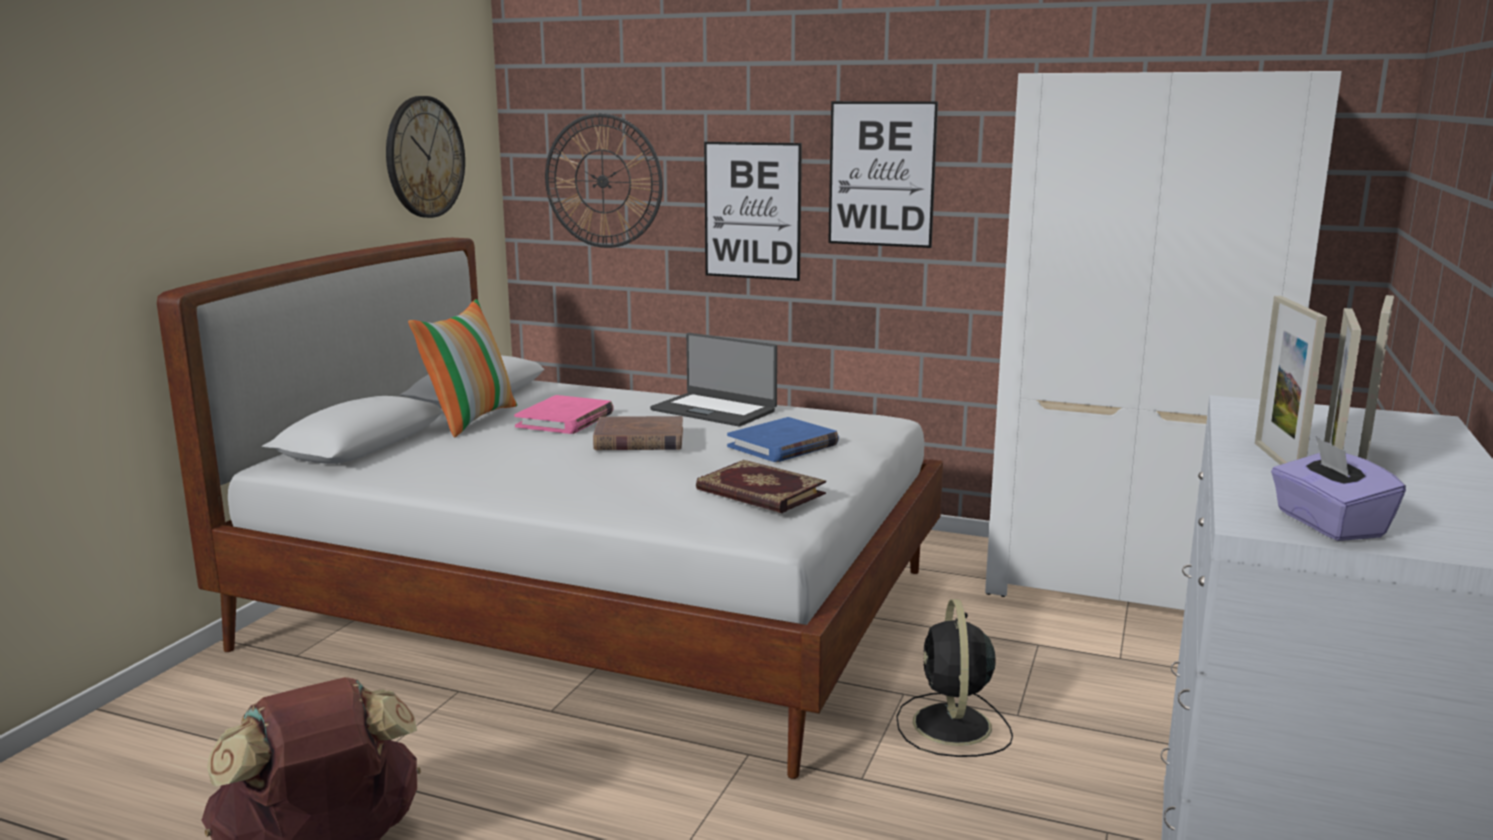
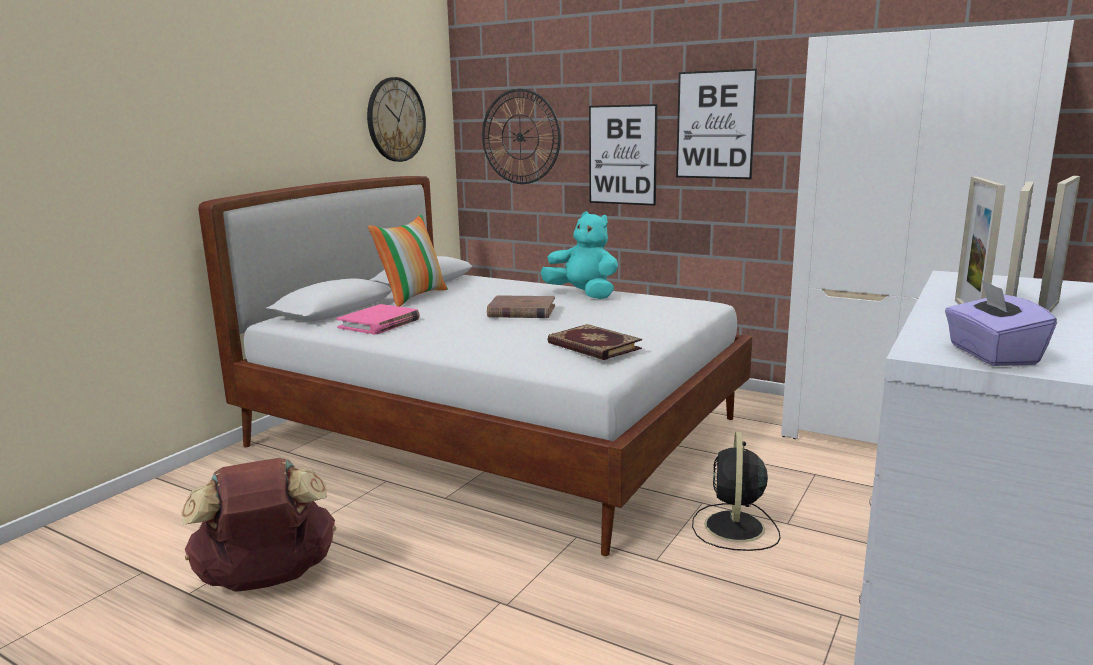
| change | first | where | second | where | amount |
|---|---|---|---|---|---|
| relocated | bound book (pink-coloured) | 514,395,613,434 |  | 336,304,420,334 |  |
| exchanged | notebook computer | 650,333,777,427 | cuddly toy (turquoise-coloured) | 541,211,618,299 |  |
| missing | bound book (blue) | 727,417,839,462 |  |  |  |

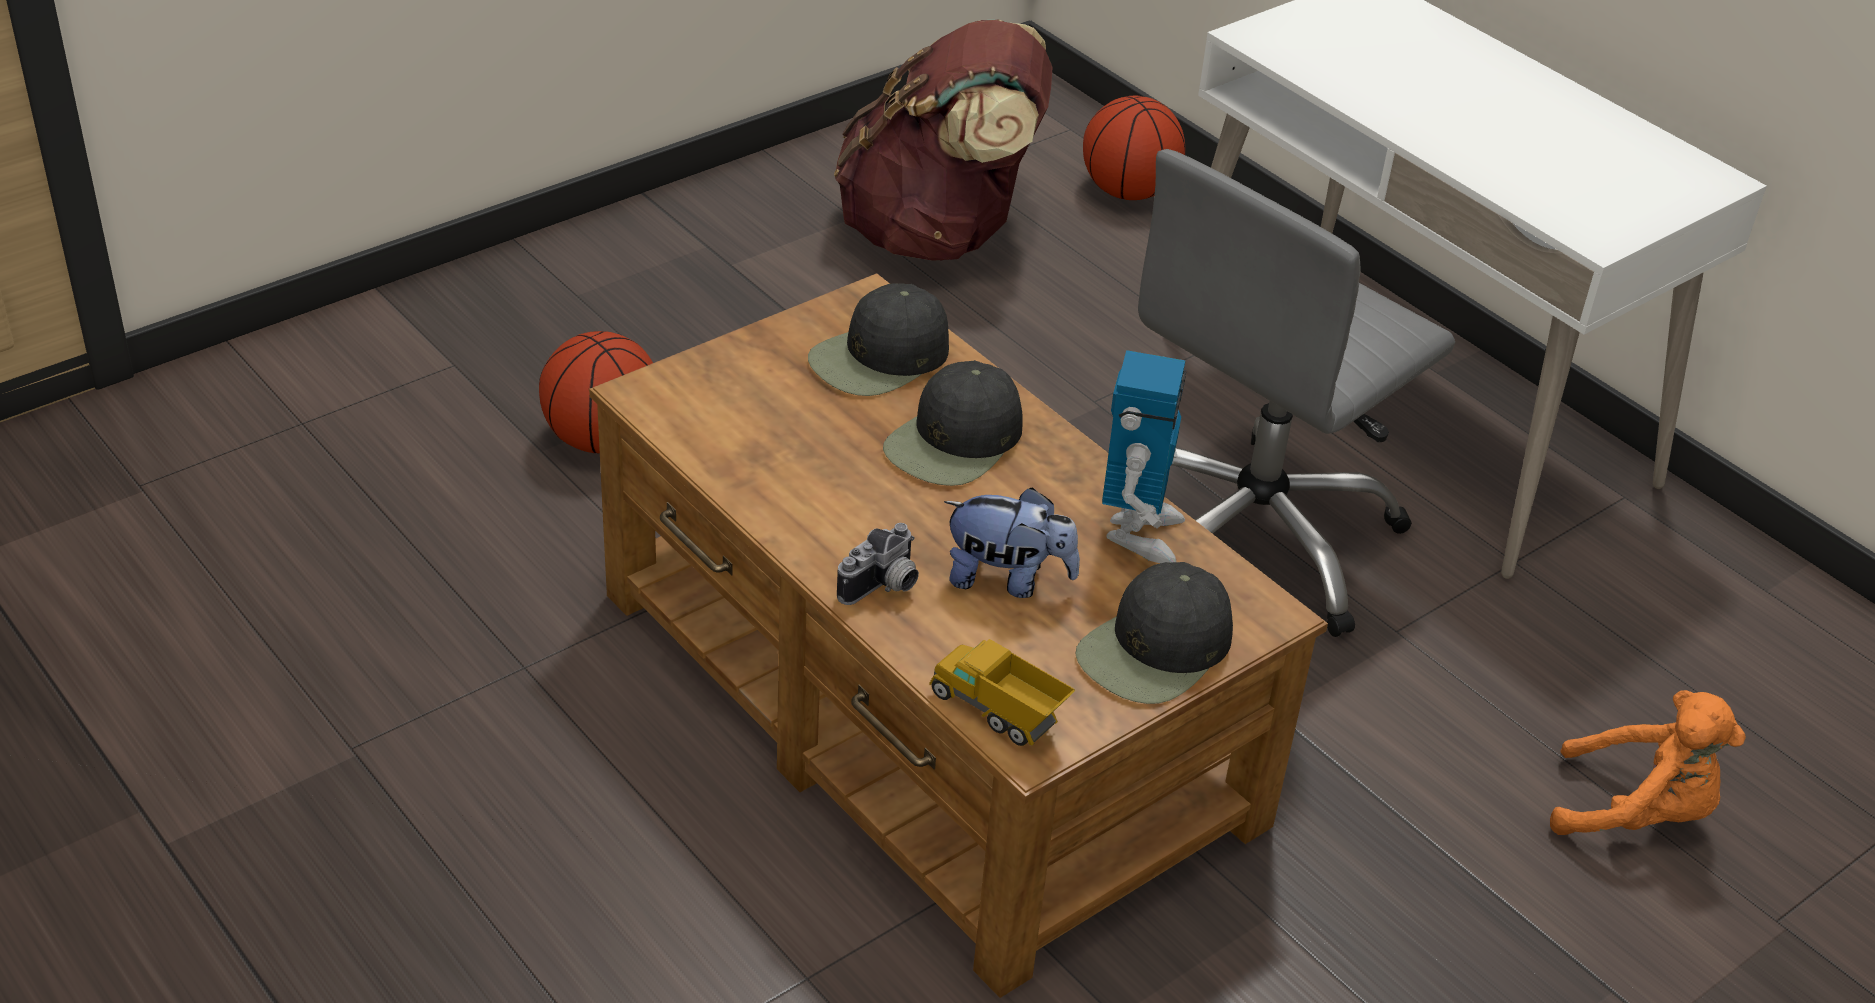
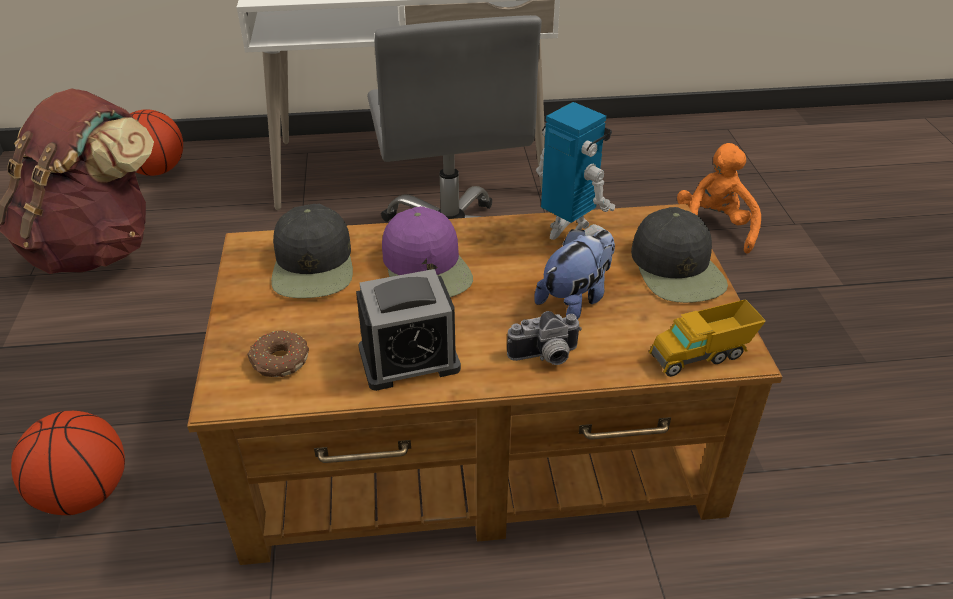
| change | first | where | second | where | amount |
|---|---|---|---|---|---|
| spun | still camera | 837,523,919,605 |  | 507,311,582,365 | 90 degrees clockwise |
| colour | peaked cap (black-coloured) | 883,360,1023,486 | peaked cap (purple-coloured) | 382,206,473,297 |  |
| spun | cuddly toy (orange-coloured) | 1550,690,1746,835 |  | 677,143,761,254 | 45 degrees counterclockwise |
| appeared |  |  | donut | 247,330,309,377 |  |
| appeared |  |  | bedside clock | 356,269,461,391 |  |

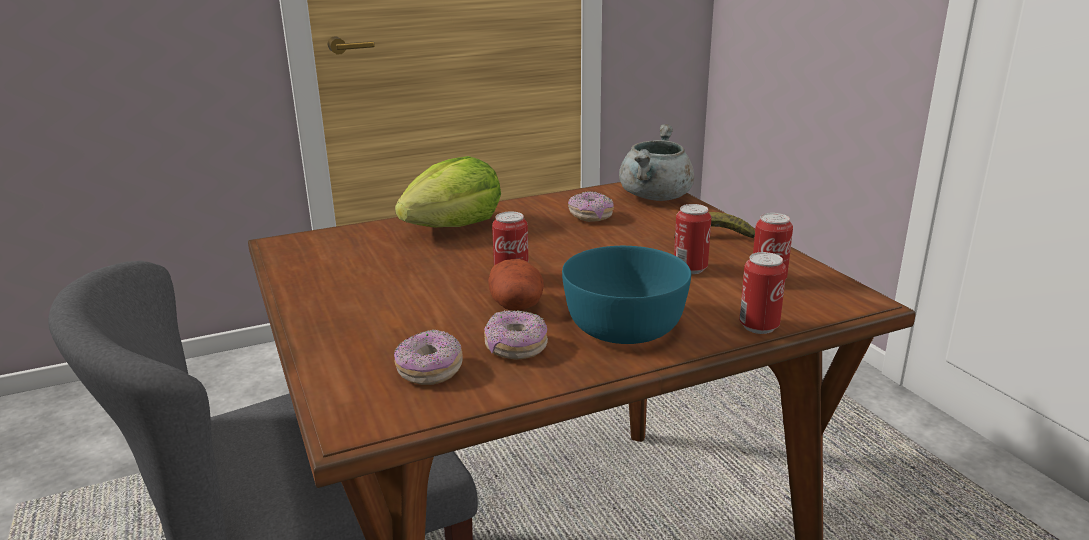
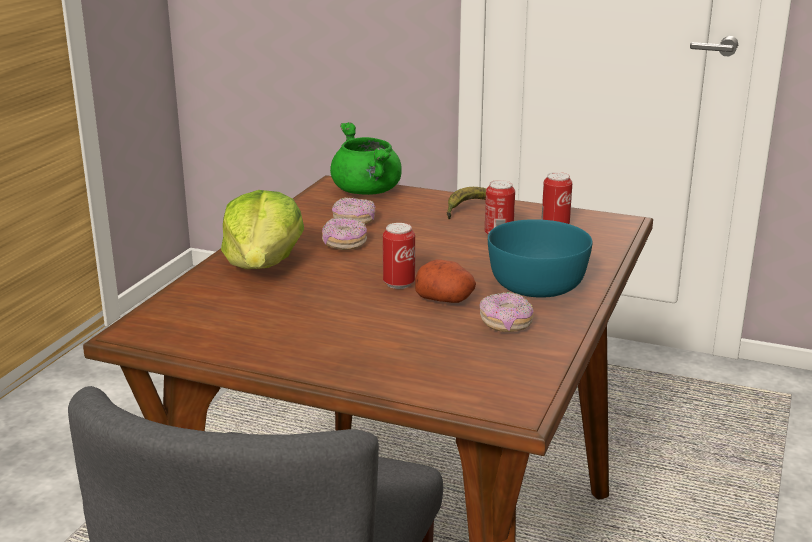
| change | first | where | second | where | amount |
|---|---|---|---|---|---|
| relocated | donut | 394,329,462,385 |  | 322,218,367,250 |  |
| colour | saucepot (greyish) | 619,124,694,201 | saucepot (greenish) | 330,122,402,195 |  |
| missing | sealed can | 739,252,786,334 |  |  |  |

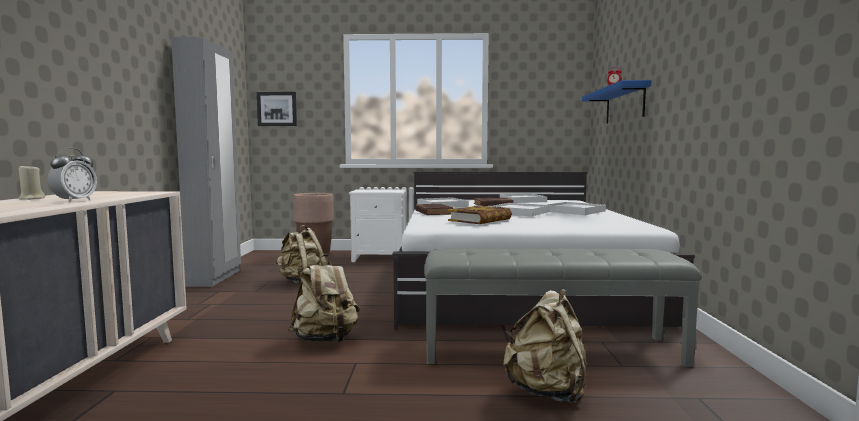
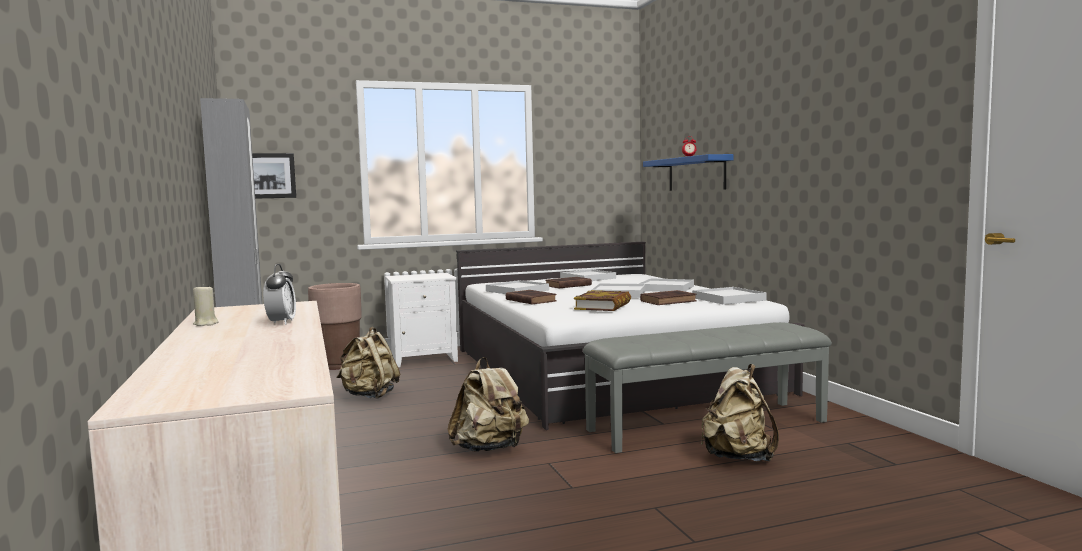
| change | first | where | second | where | amount |
|---|---|---|---|---|---|
| appeared |  |  | bound book (brownish) | 640,290,697,305 |  |
| appeared |  |  | serving tray (whitish) | 692,287,767,305 |  |

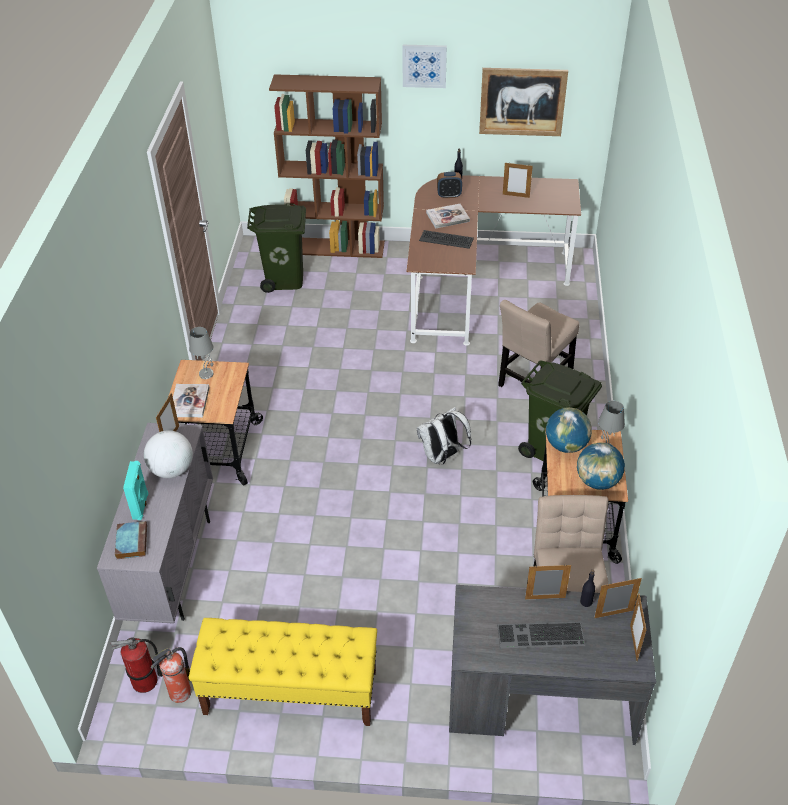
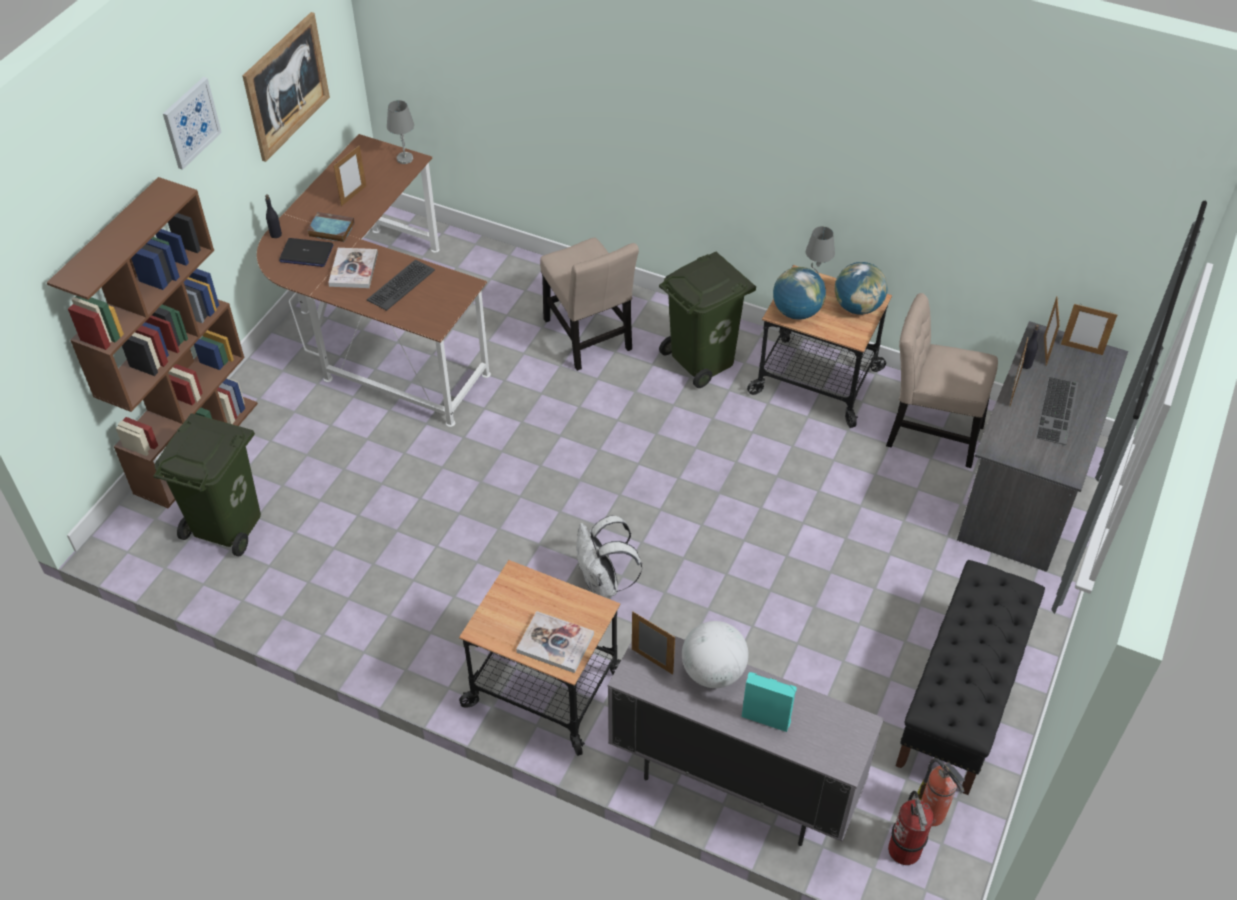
| change | first | where | second | where | amount |
|---|---|---|---|---|---|
| relocated | bound book | 115,521,147,559 |  | 307,212,354,242 |  |
| relocated | table lamp (greyish) | 189,327,214,379 |  | 387,100,414,164 |  |
| colour | bench (yellow) | 189,618,377,726 | bench (black-coloured) | 896,560,1045,795 |  |
| relocated | rucksack (whitish) | 417,407,471,465 |  | 576,515,642,598 |  |
| exchanged | bedside clock | 437,172,462,198 | notebook computer | 279,238,333,267 |  |

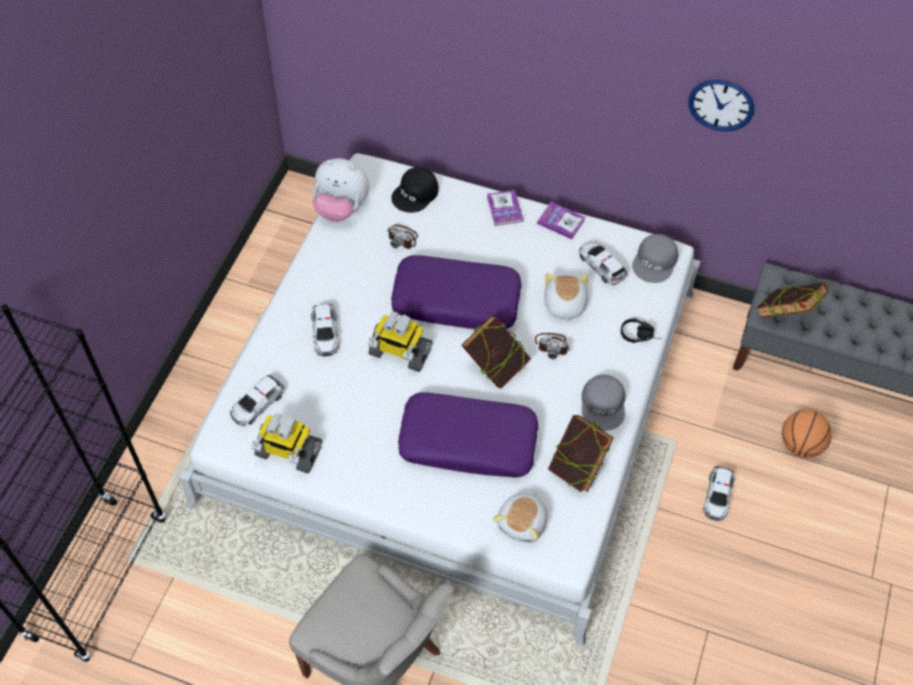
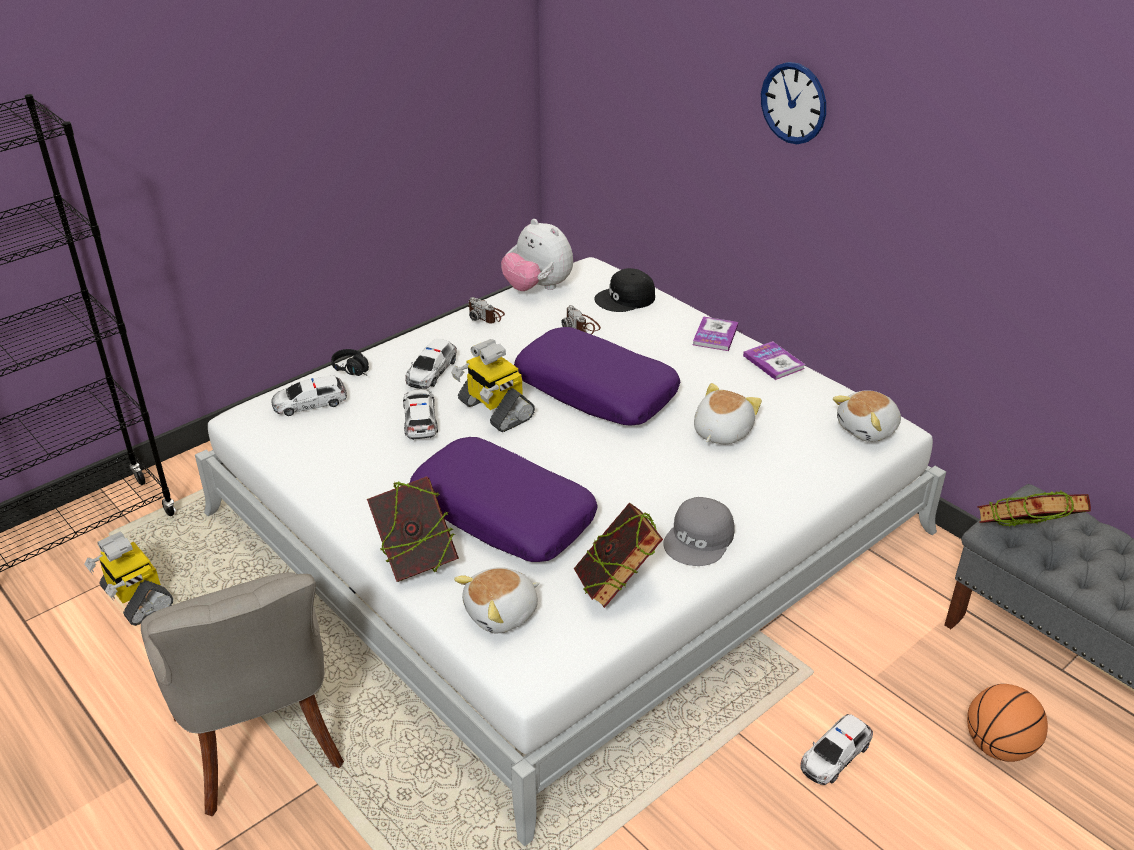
| change | first | where | second | where | amount |
|---|---|---|---|---|---|
| relocated | toy robot | 251,413,322,474 |  | 84,532,173,626 |  |
| relocated | bound book | 461,315,531,388 |  | 367,477,459,582 |  |
| relocated | still camera | 535,333,571,359 |  | 467,297,505,324 |  |
| relocated | miniature car | 579,241,627,285 |  | 403,389,438,440 |  |
| relocated | headset (black-coloured) | 621,318,662,343 |  | 331,349,369,376 |  |
| exchanged | peaked cap (greyish) | 632,234,678,283 | cuddly toy | 833,390,901,442 |  |
| relocated | clock on the wall | 688,80,754,132 |  | 761,62,826,144 |  |

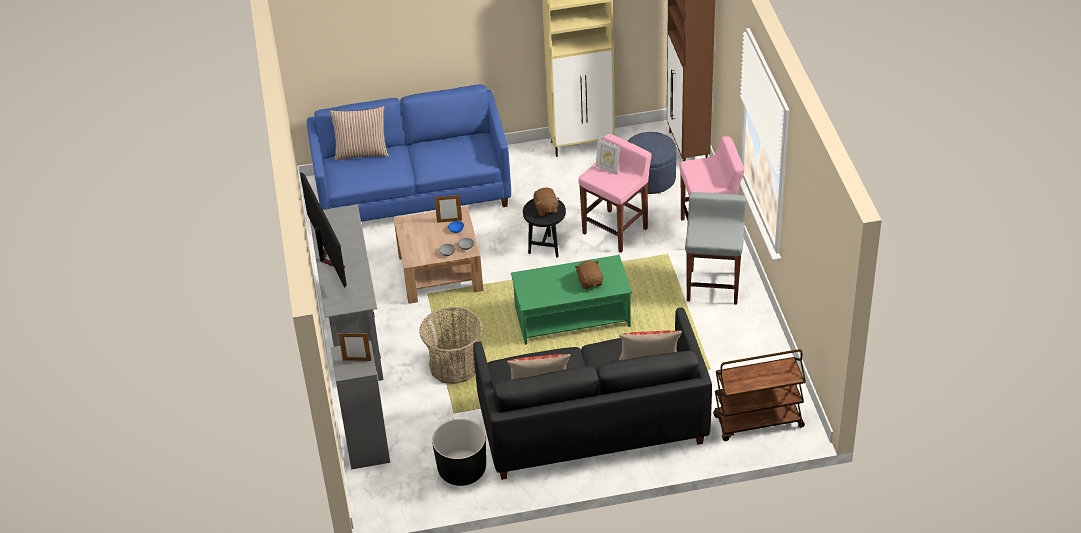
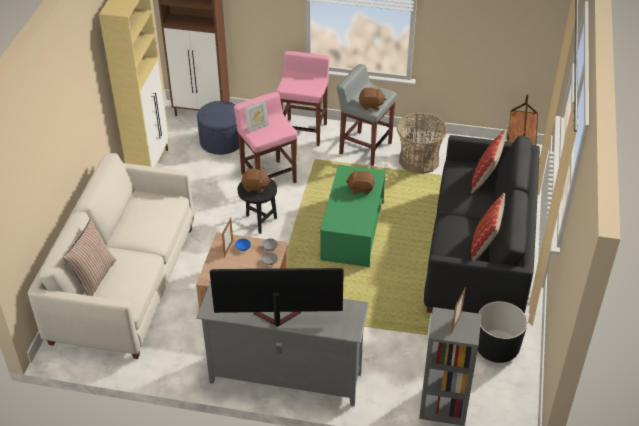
| change | first | where | second | where | amount |
|---|---|---|---|---|---|
| colour | couch (blue) | 307,84,511,222 | couch (whitish) | 28,153,194,359 |  |
| relocated | household basket | 419,307,483,384 |  | 396,112,447,174 |  |
| appeared |  |  | cuddly toy (brownish) | 358,87,386,110 |  |

